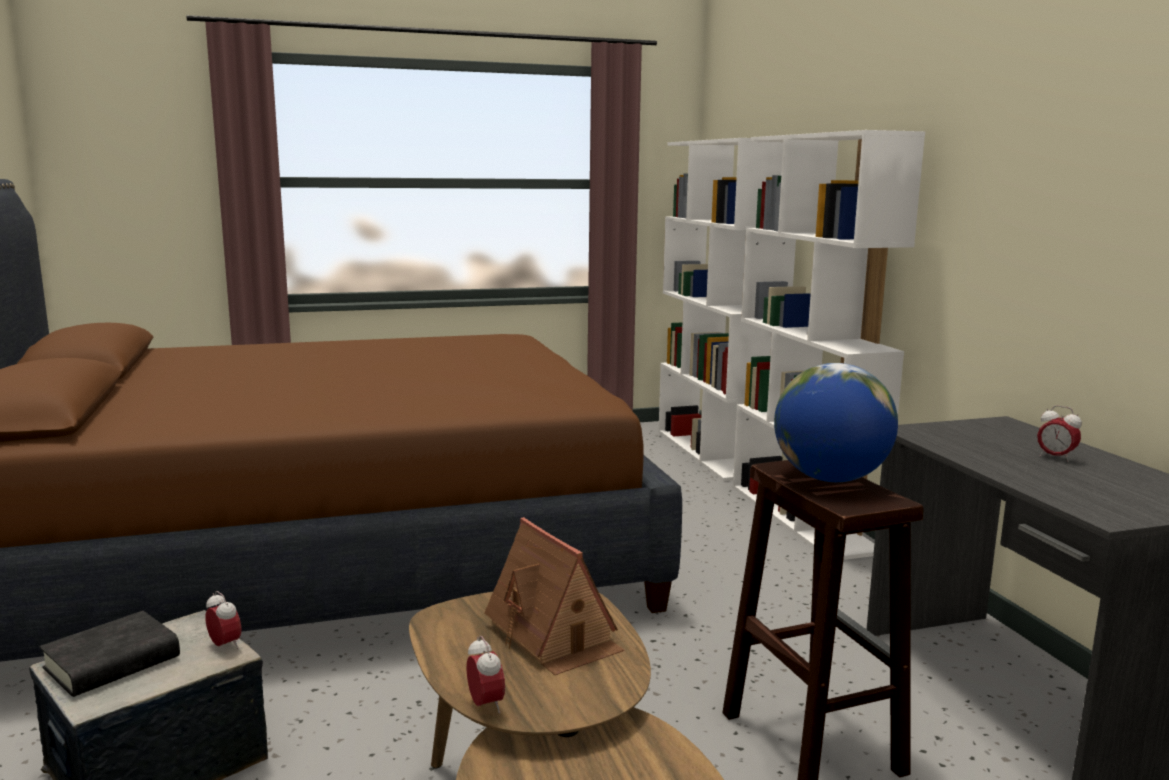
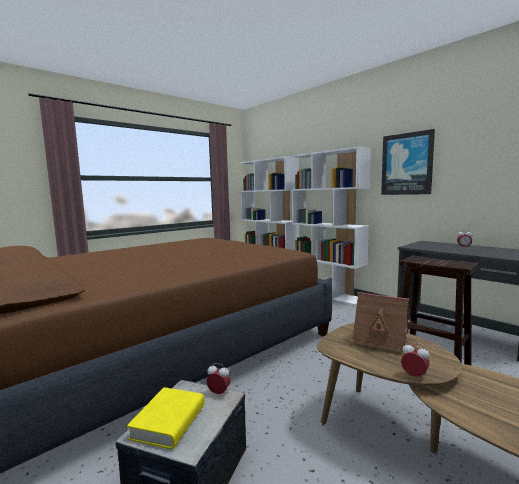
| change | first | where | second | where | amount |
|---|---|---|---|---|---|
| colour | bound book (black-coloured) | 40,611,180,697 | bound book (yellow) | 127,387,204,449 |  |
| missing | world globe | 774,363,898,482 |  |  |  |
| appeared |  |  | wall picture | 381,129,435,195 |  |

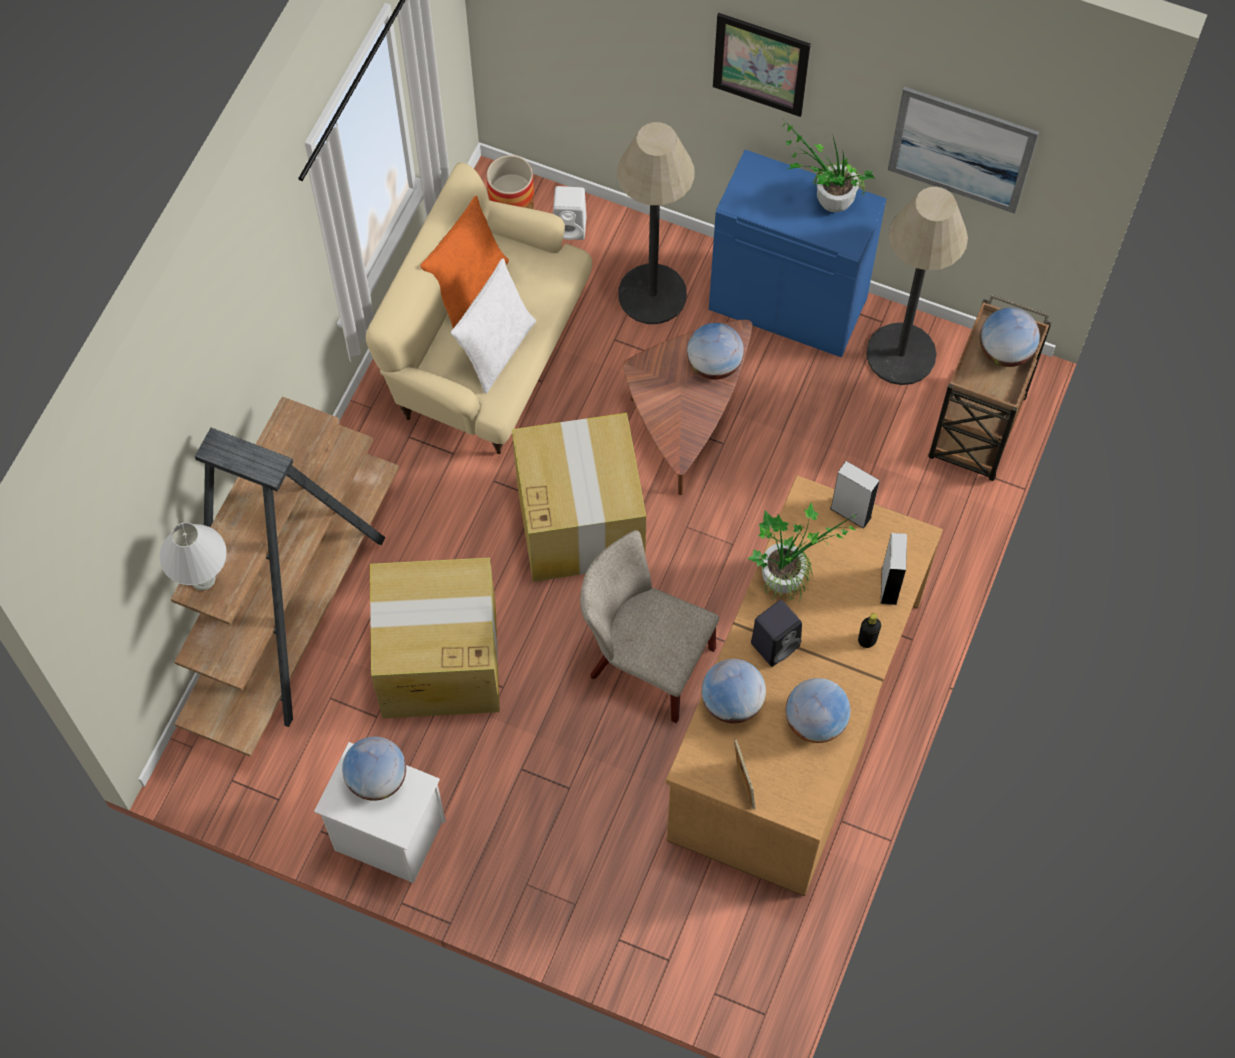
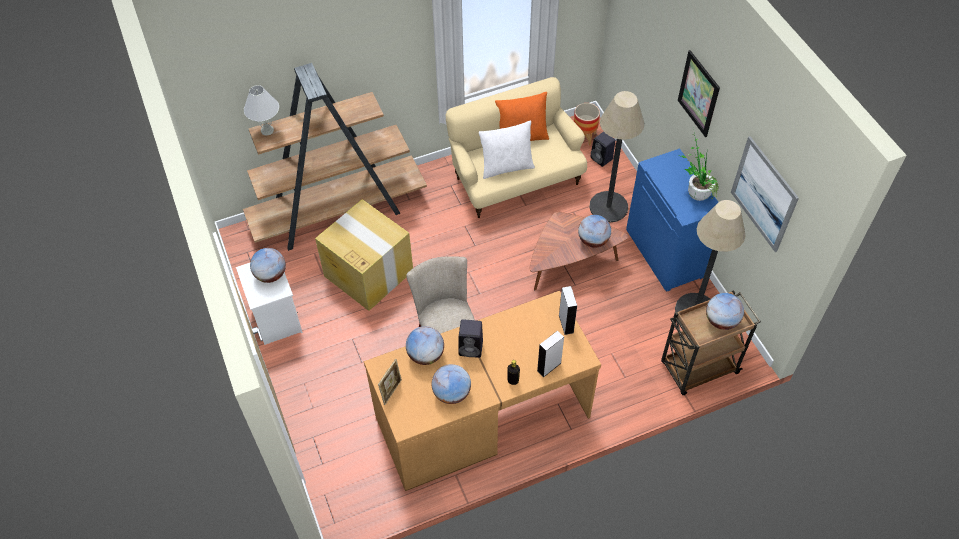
| change | first | where | second | where | amount |
|---|---|---|---|---|---|
| missing | packing box | 512,413,646,582 |  |  |  |
| colour | speaker (whitish) | 553,186,586,240 | speaker (black-coloured) | 590,132,615,167 |  |
| missing | plant in a pot | 747,502,862,602 |  |  |  |

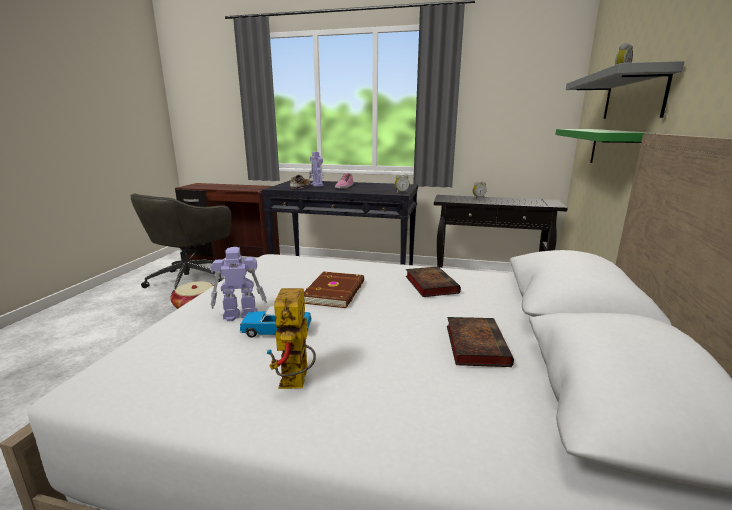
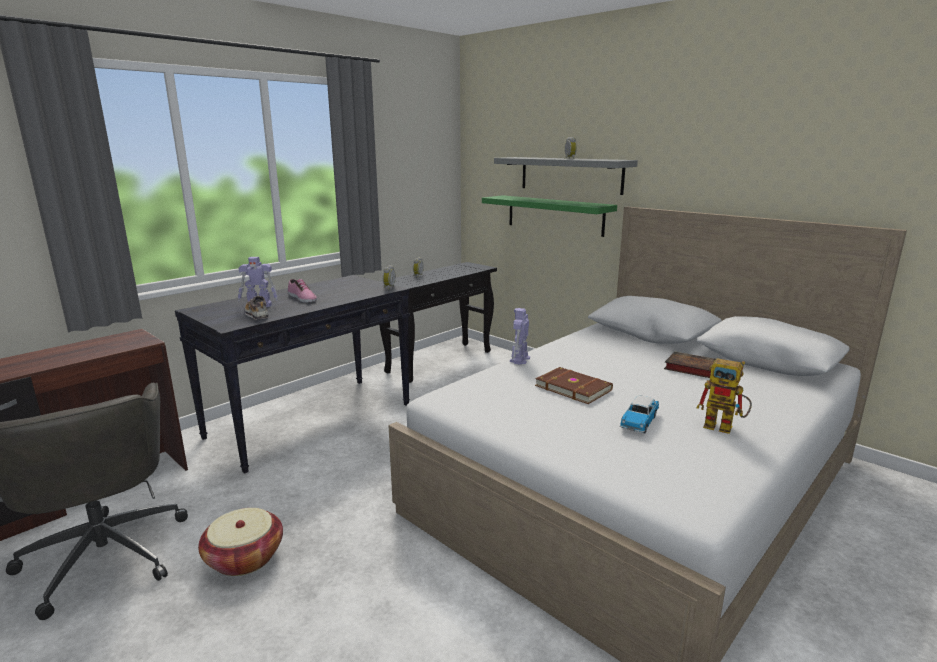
| change | first | where | second | where | amount |
|---|---|---|---|---|---|
| relocated | toy robot | 210,247,267,321 |  | 510,308,530,365 |  |
| missing | bound book | 406,266,461,297 |  |  |  |

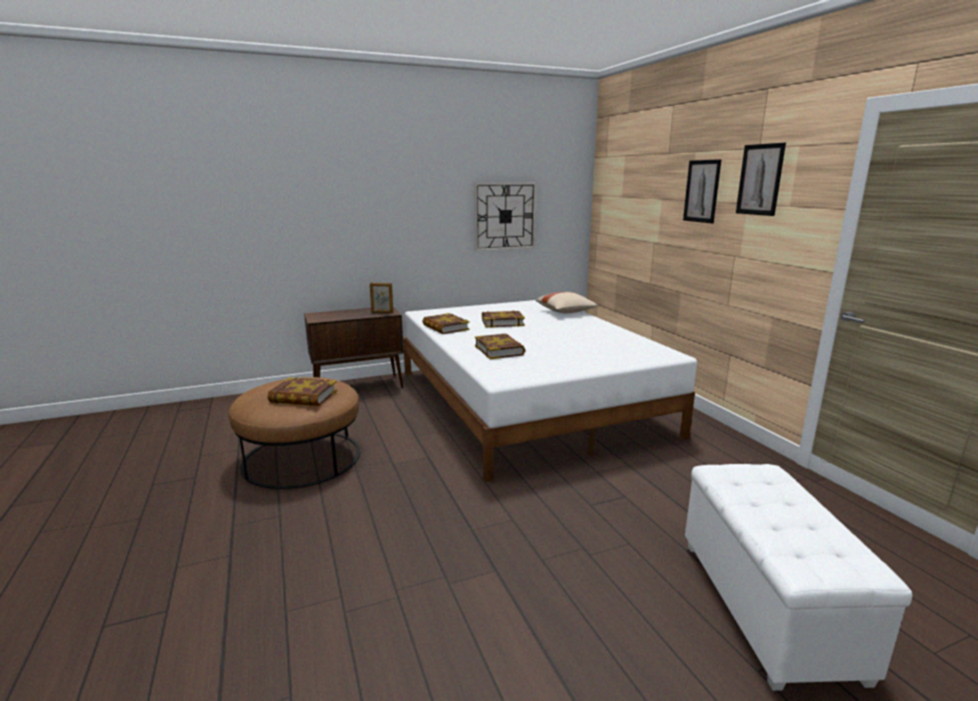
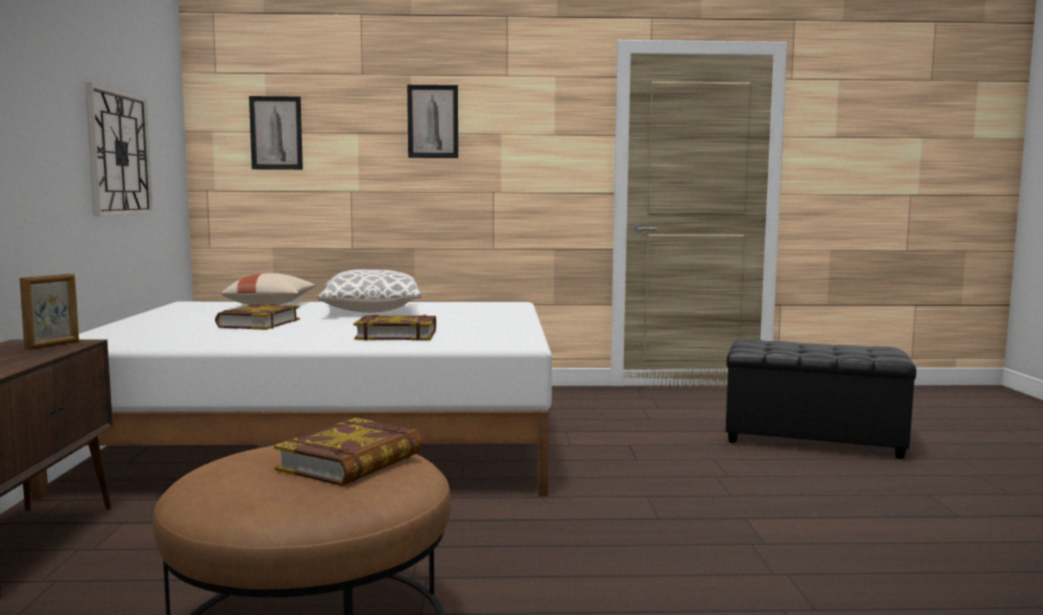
| change | first | where | second | where | amount |
|---|---|---|---|---|---|
| missing | bound book | 422,313,470,334 |  |  |  |
| colour | footrest (whitish) | 685,464,912,691 | footrest (black-coloured) | 726,339,916,459 |  |
| relocated | wall picture | 736,143,786,216 |  | 249,96,303,170 |  |
| appeared |  |  | pillow | 318,269,421,313 |  |

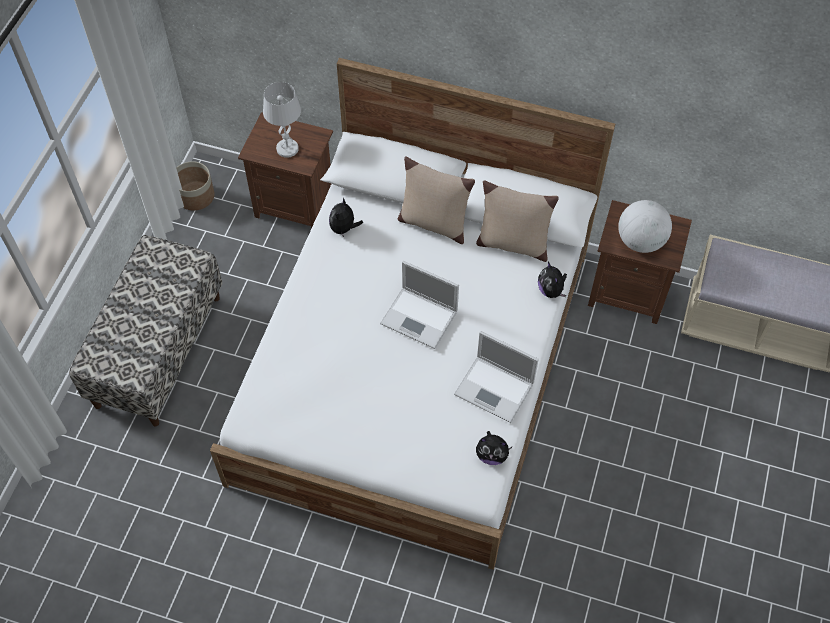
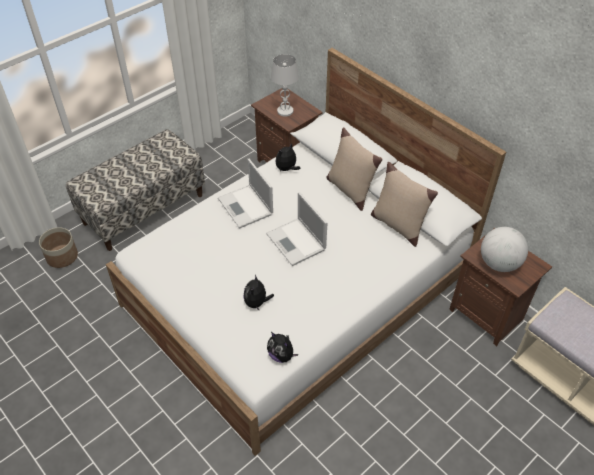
| change | first | where | second | where | amount |
|---|---|---|---|---|---|
| relocated | planter | 176,161,215,211 |  | 39,227,78,268 |  |
| relocated | notebook computer | 454,331,539,423 |  | 218,159,273,228 |  |
| relocated | cuddly toy | 538,262,567,298 |  | 243,275,274,310 |  |

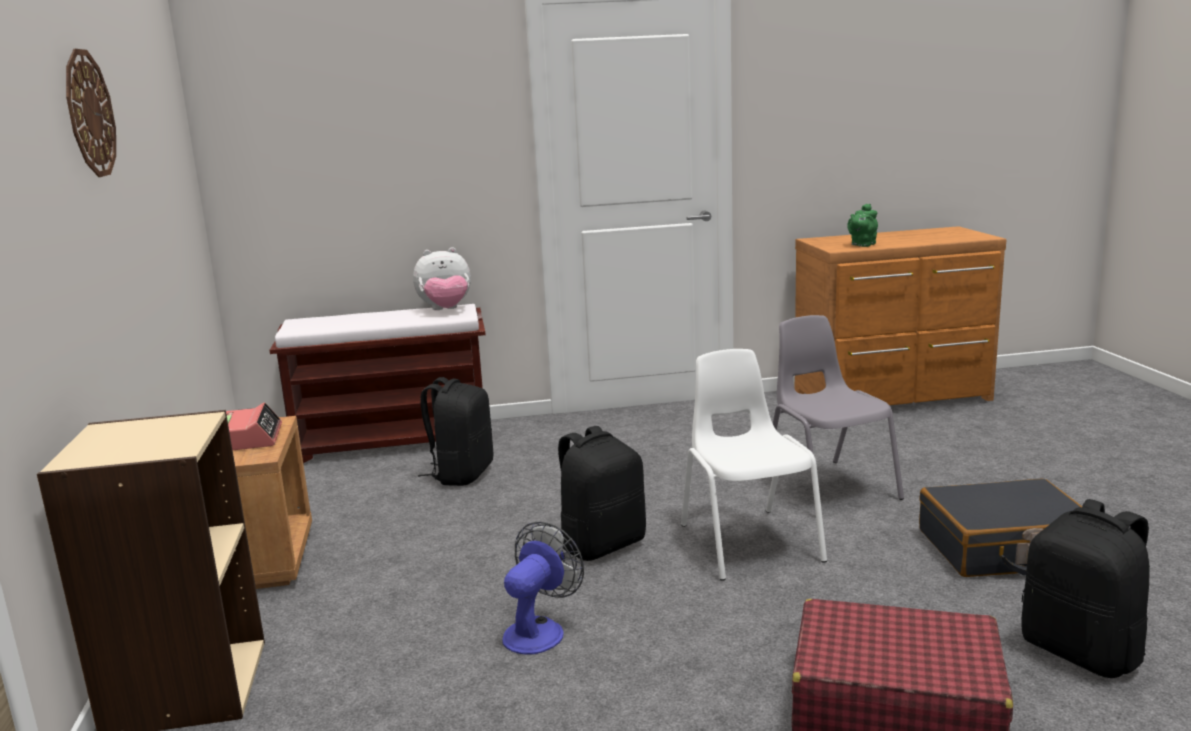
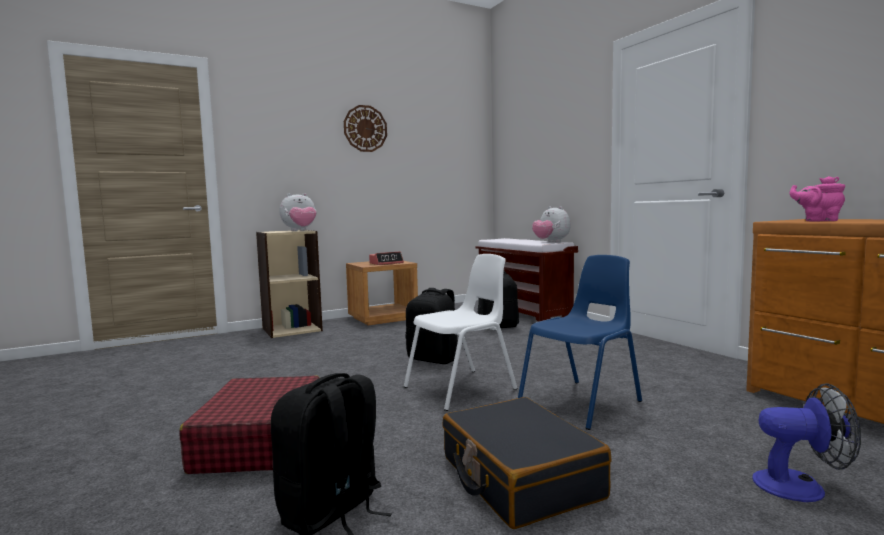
| change | first | where | second | where | amount |
|---|---|---|---|---|---|
| relocated | cooling fan | 502,522,584,654 |  | 752,383,861,502 |  |
| colour | plain chair (greyish) | 773,315,904,500 | plain chair (blue) | 518,255,642,430 |  |
| colour | teapot (greenish) | 847,204,878,247 | teapot (pink-coloured) | 790,176,845,222 |  |
| appeared |  |  | cuddly toy | 280,193,317,231 |  |

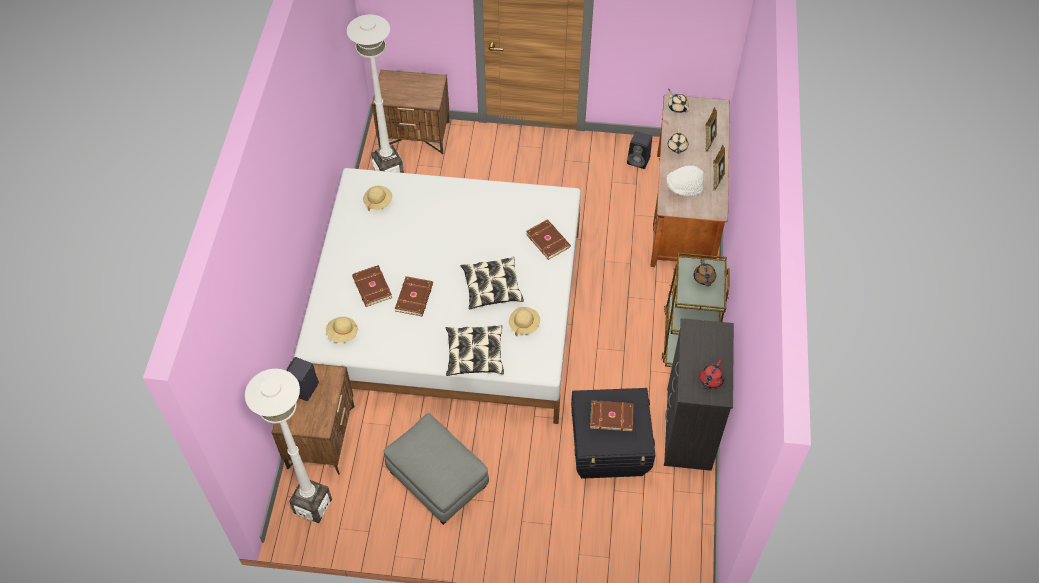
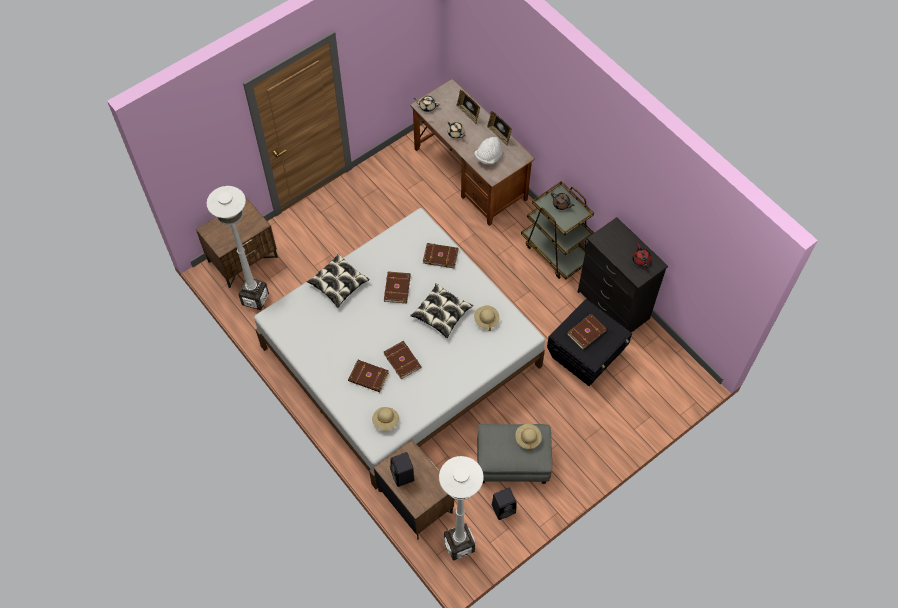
| change | first | where | second | where | amount |
|---|---|---|---|---|---|
| relocated | hat (sand-coloured) | 363,186,392,211 |  | 515,424,542,451 |  |
| relocated | pillow | 446,325,504,376 |  | 307,254,370,308 |  |
| relocated | speaker (black-coloured) | 627,131,652,169 |  | 492,488,516,520 |  |
| appeared |  |  | bound book (brownish) | 384,271,411,303 |  |

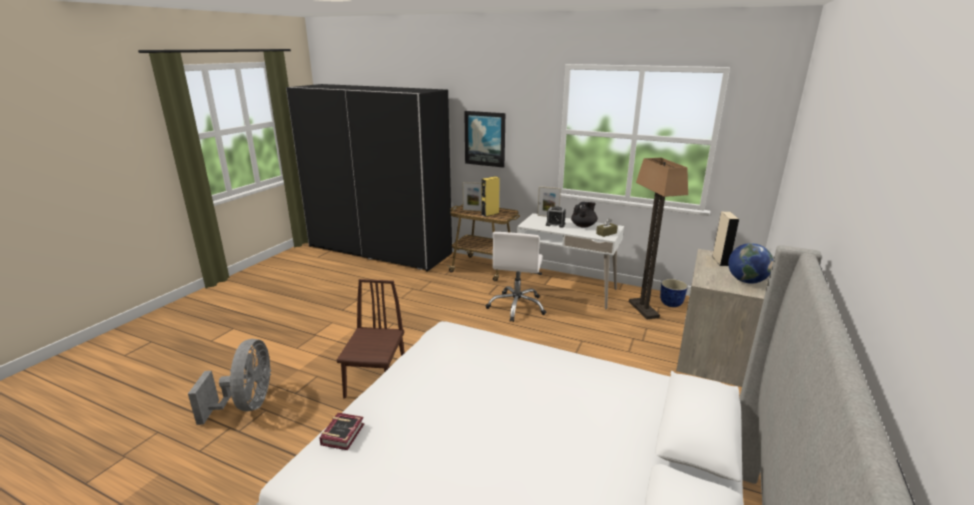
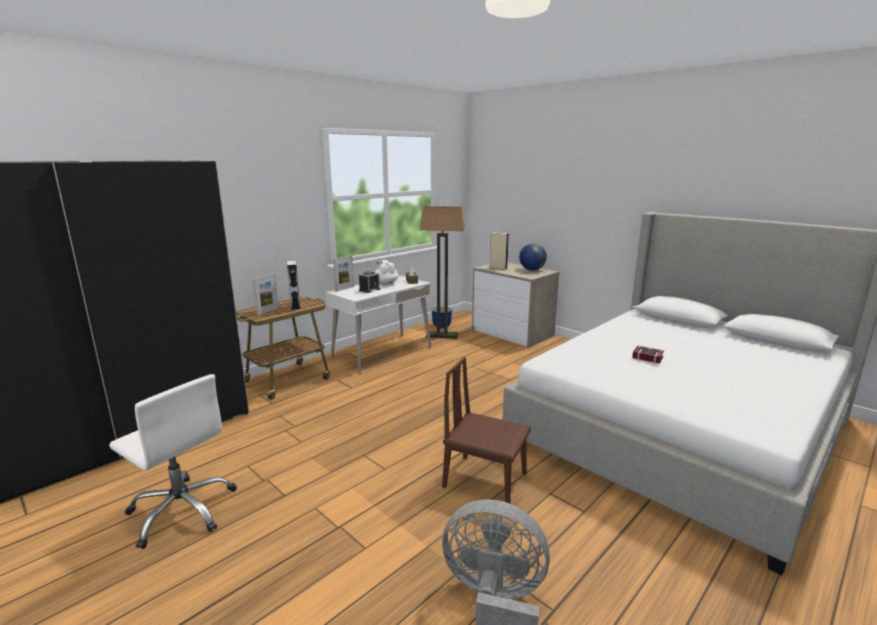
| change | first | where | second | where | amount |
|---|---|---|---|---|---|
| relocated | bound book | 319,413,364,450 |  | 632,345,664,364 |  |
| missing | wall picture | 464,111,505,168 |  |  |  |
| colour | speaker (yellow) | 482,176,500,217 | speaker (greyish) | 287,260,300,310 |  |
| relocated | desk chair (whitish) | 486,232,546,322 |  | 109,374,237,549 |  |
| colour | teapot (black-coloured) | 571,202,597,228 | teapot (whitish) | 375,260,398,285 |  |

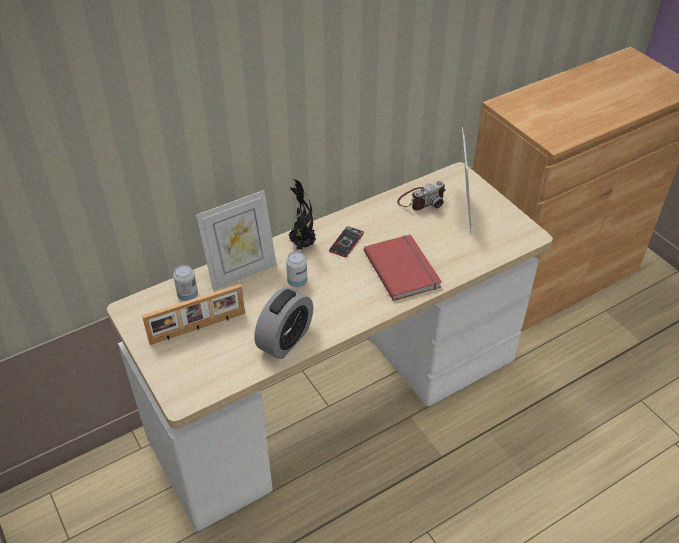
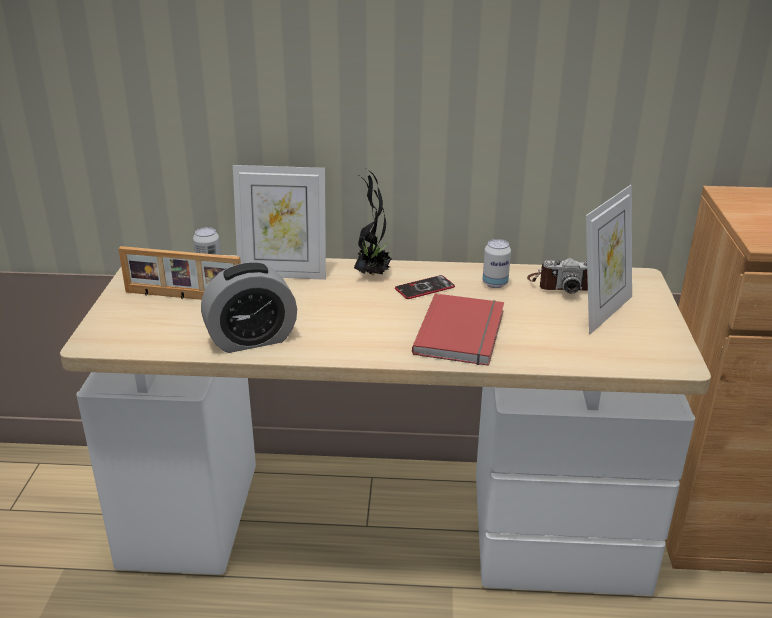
| change | first | where | second | where | amount |
|---|---|---|---|---|---|
| relocated | sealed can | 286,251,308,287 |  | 482,239,511,288 |  |

